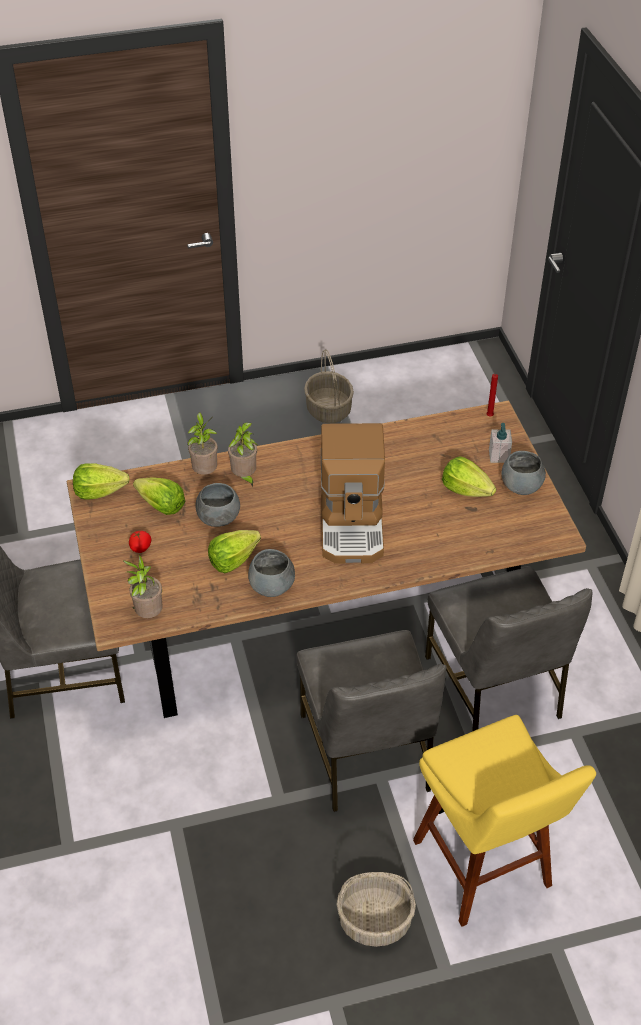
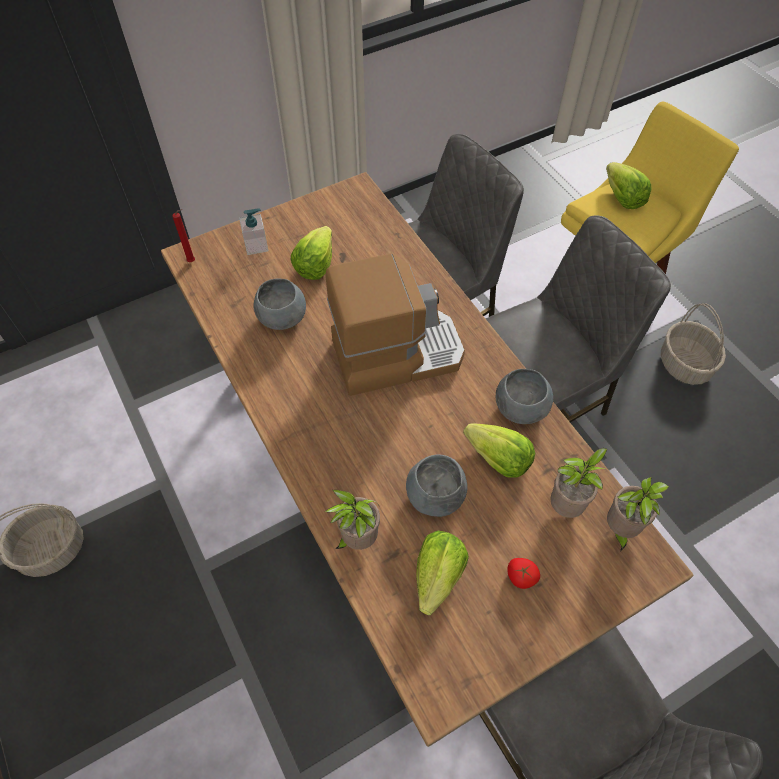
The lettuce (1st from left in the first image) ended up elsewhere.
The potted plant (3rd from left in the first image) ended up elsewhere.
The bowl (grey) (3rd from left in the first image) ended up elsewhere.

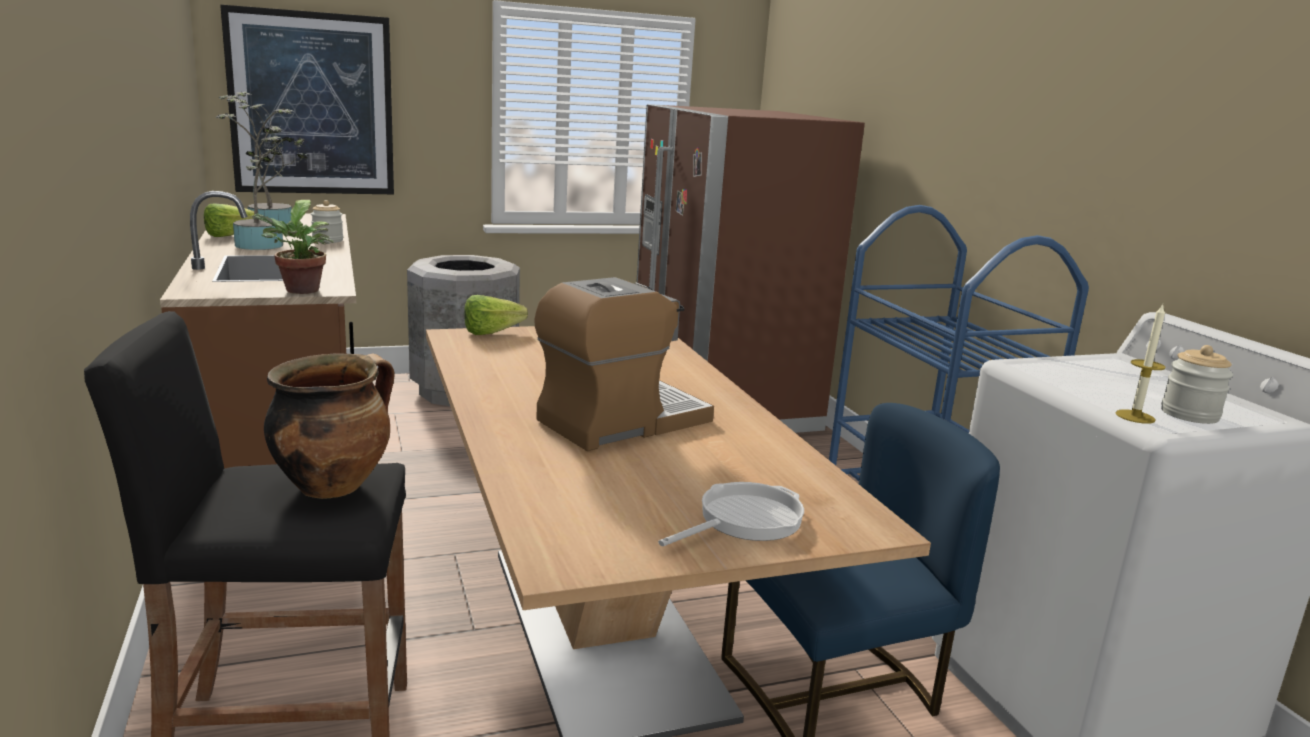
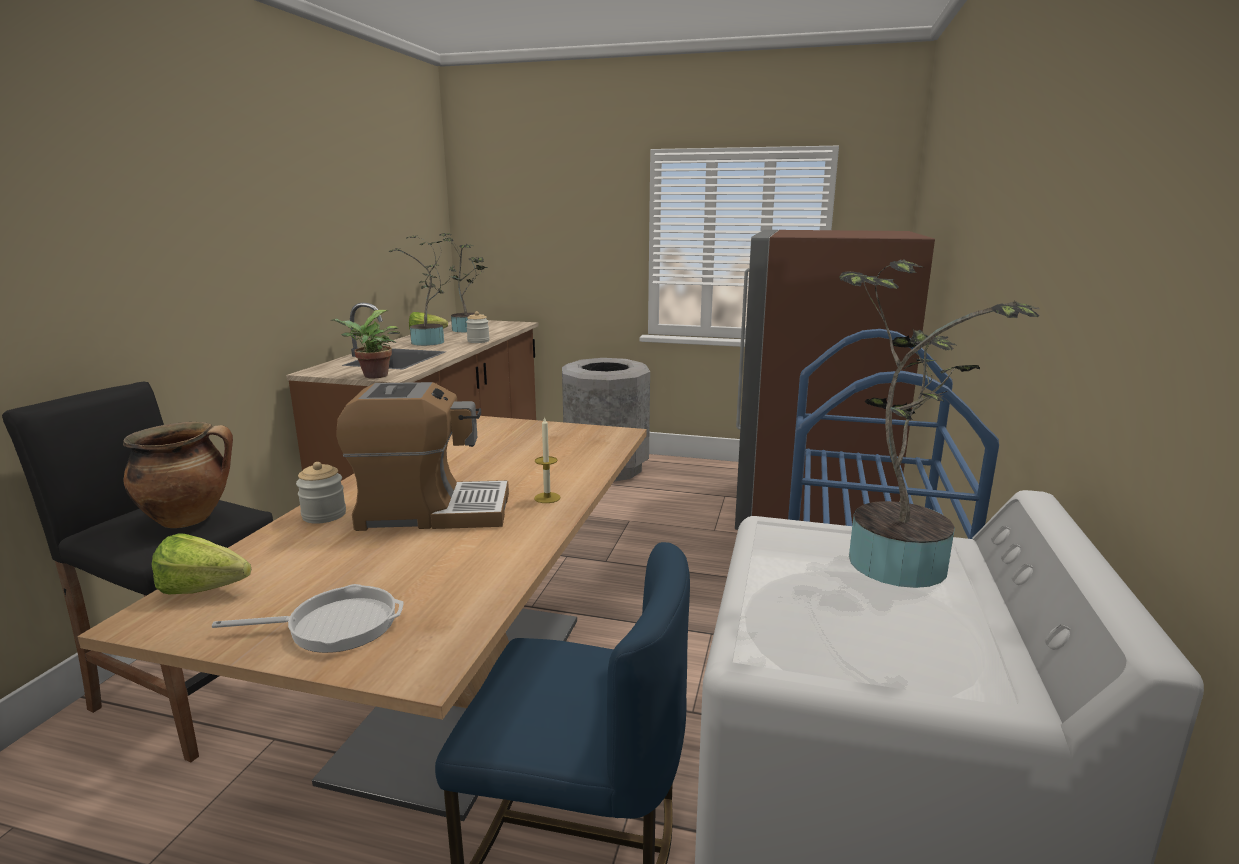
The second view lost the picture.
The second view gained the potted plant (4th from left).
The lettuce (2nd from left in the first image) ended up elsewhere.
The candle ended up elsewhere.
The jar (2nd from left in the first image) ended up elsewhere.

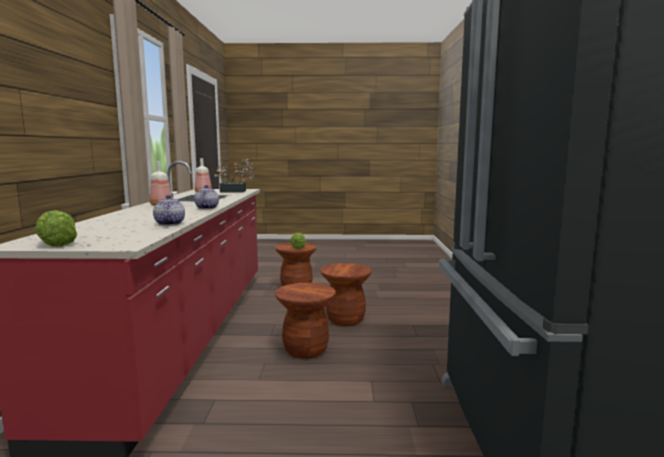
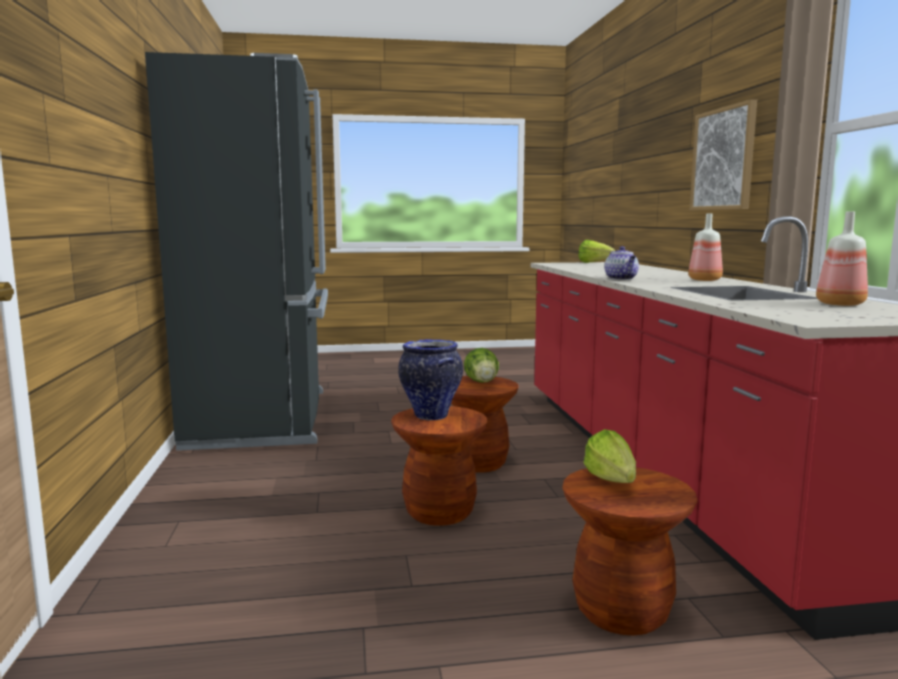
The second view lost the teapot (1st from left).
The second view lost the potted plant.
The second view gained the vase.
The second view gained the lettuce (1st from left).
The second view gained the picture.

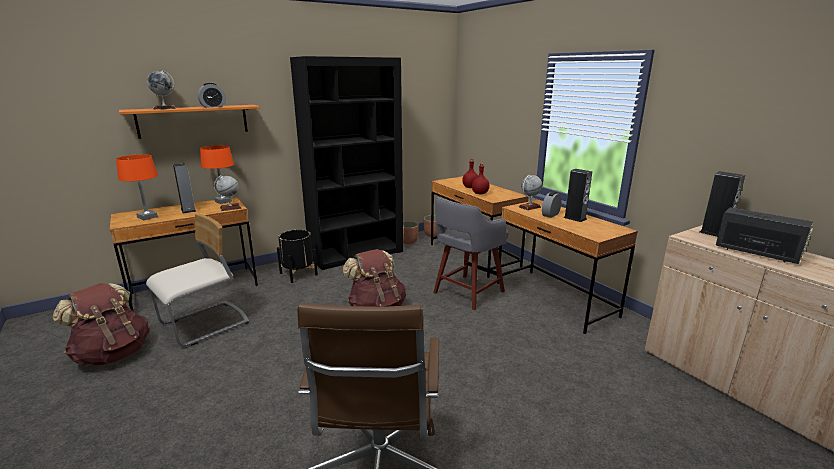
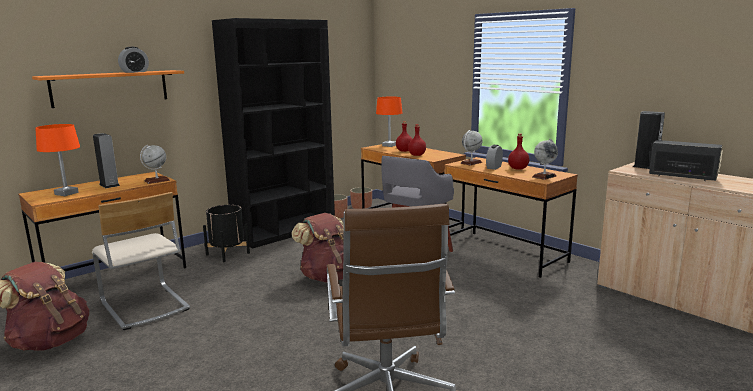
The globe (1st from left in the first image) ended up elsewhere.
The table lamp (orange) (2nd from left) ended up elsewhere.
Where the speaker (2nd from left) stood, the bottle (red) (3rd from left) came to stand.
The chair (beige) ended up facing another way, 105 degrees clockwise from before.

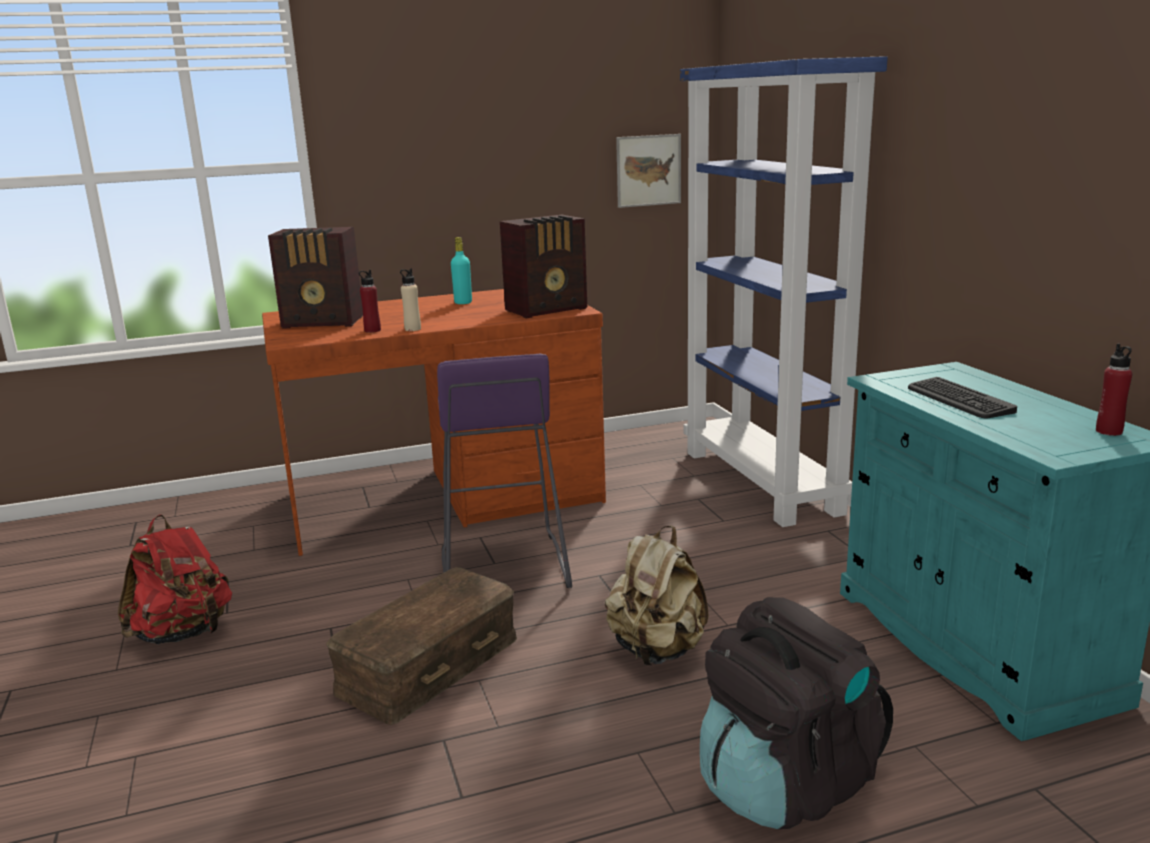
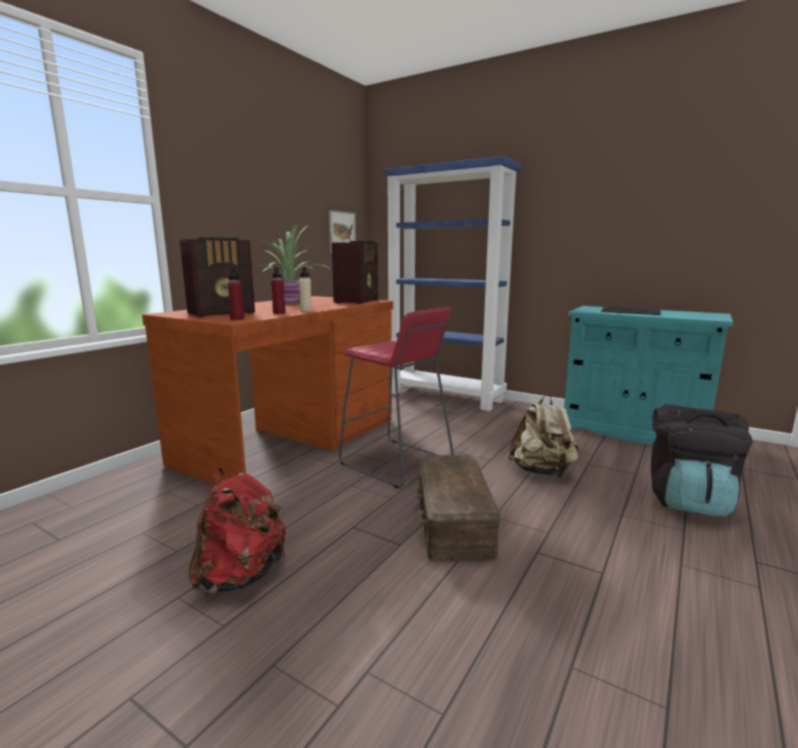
The bottle (red) (2nd from left in the first image) ended up elsewhere.
Where the bottle (turquoise) stood, the potted plant came to stand.
What was the stool (purple) turned into the stool (red).

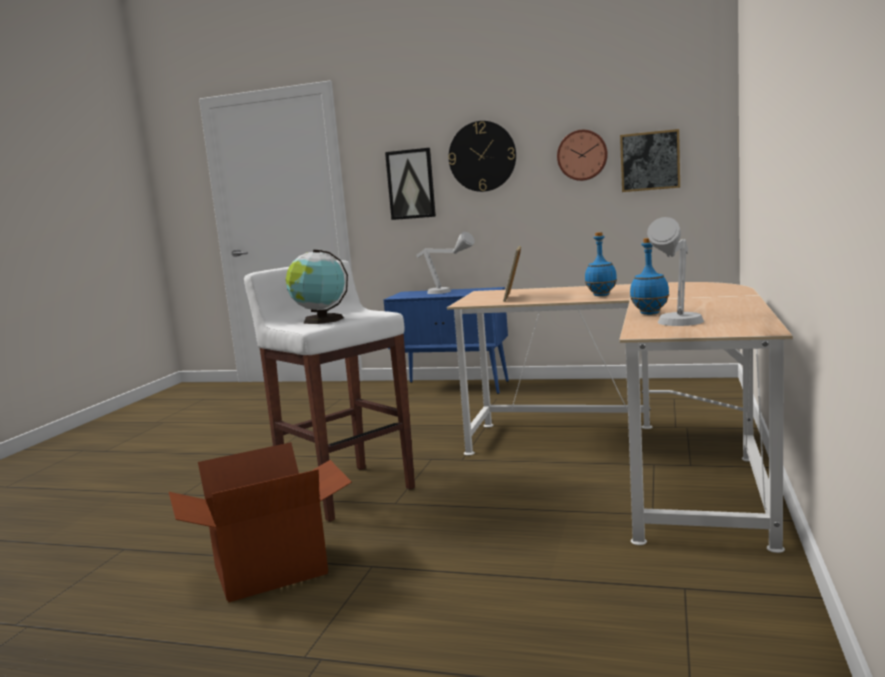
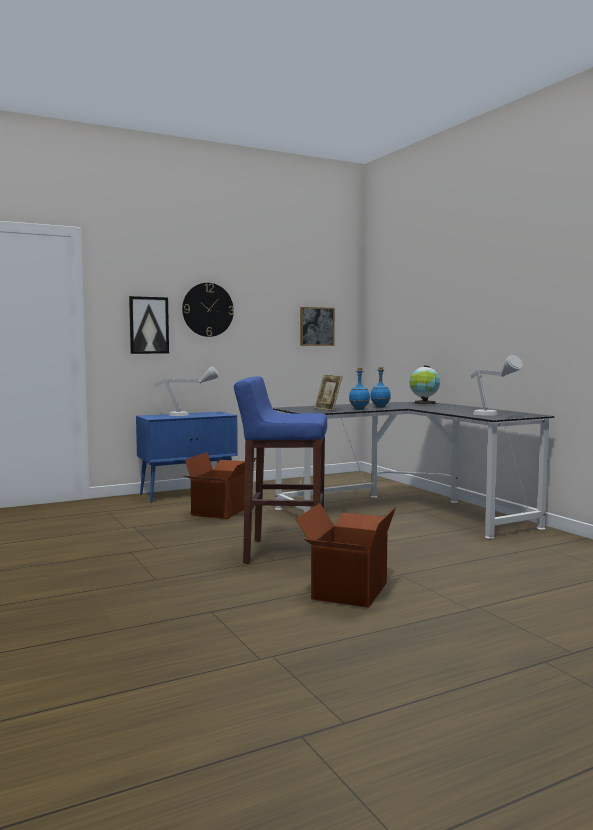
The second view lost the wall clock (2nd from left).
The second view gained the cardboard box (1st from left).
The globe ended up elsewhere.
The bottle (blue) (2nd from left in the first image) ended up elsewhere.
What was the stool (white) turned into the stool (blue).
What was the desk (beige) turned into the desk (black).

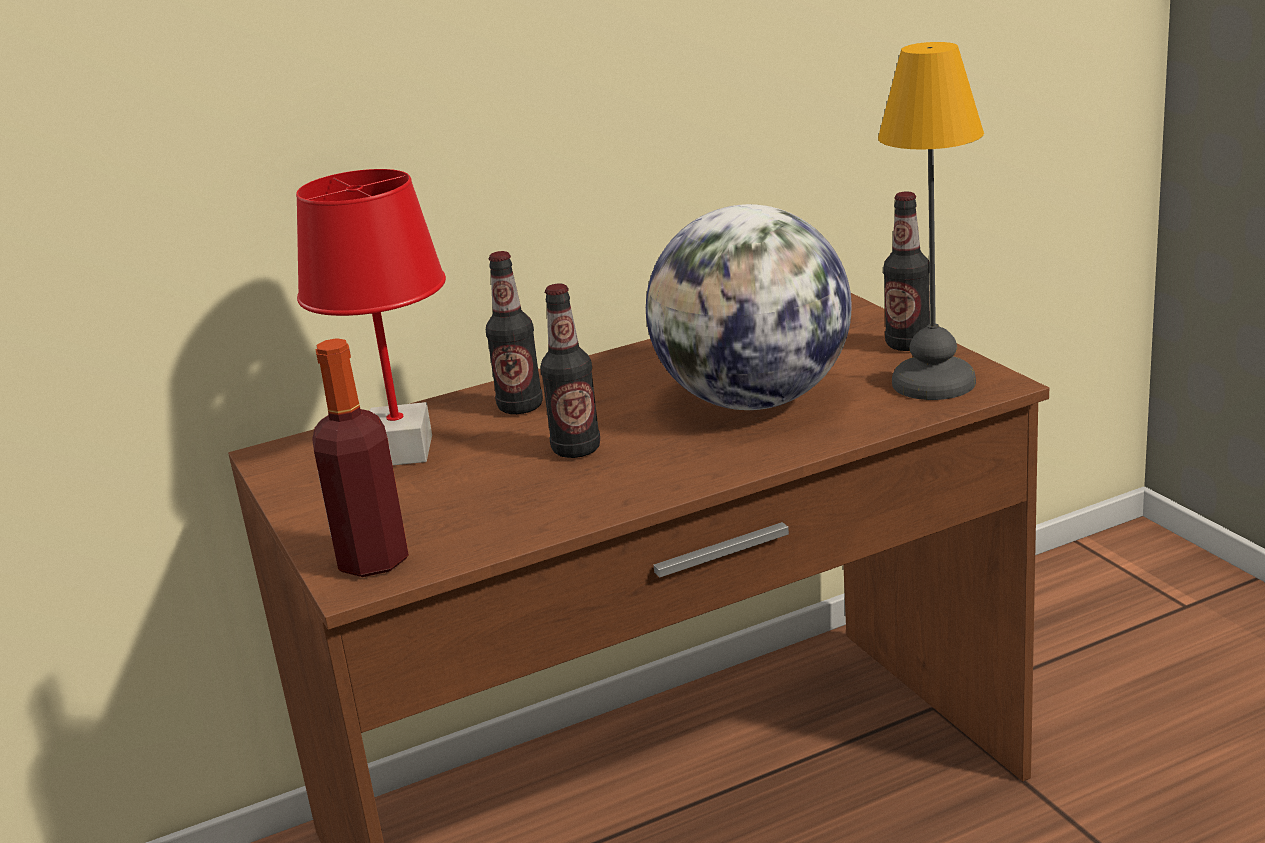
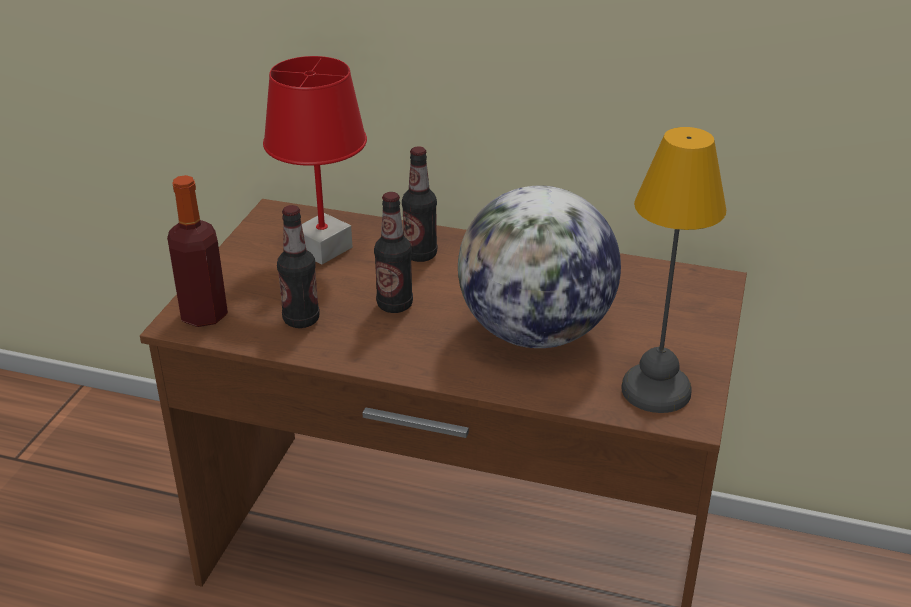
The bottle (4th from left in the first image) ended up elsewhere.

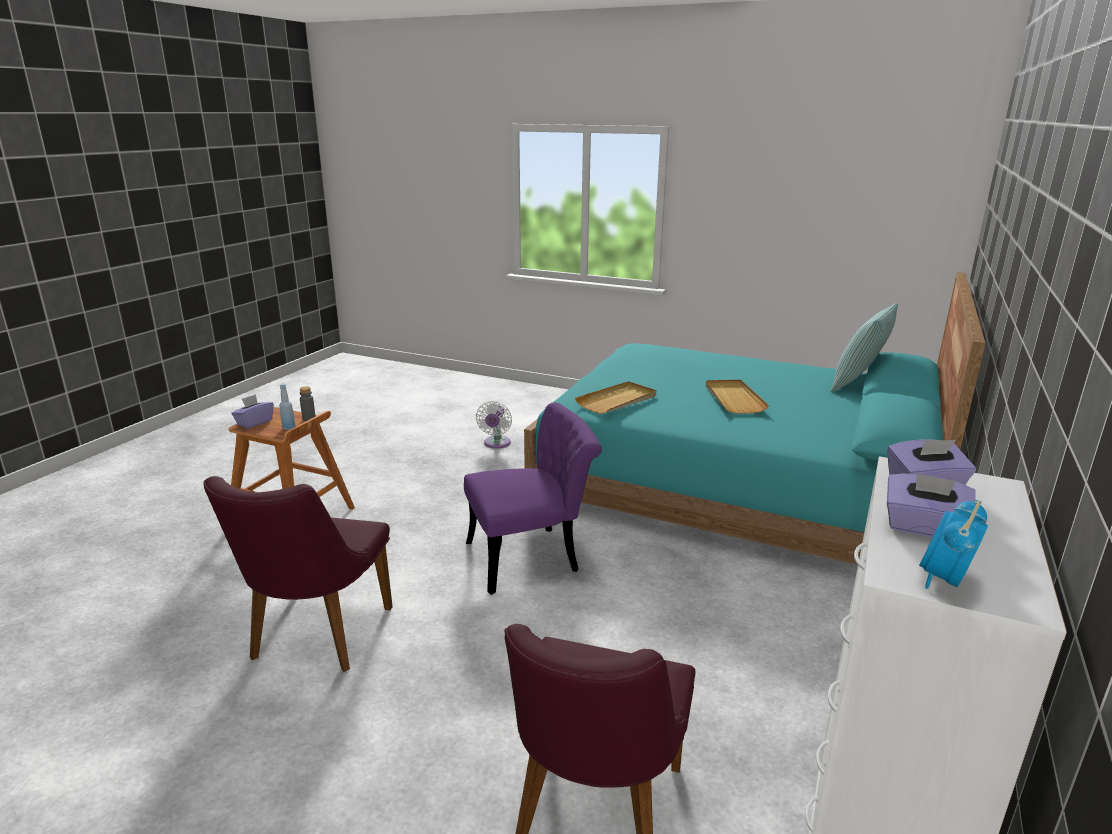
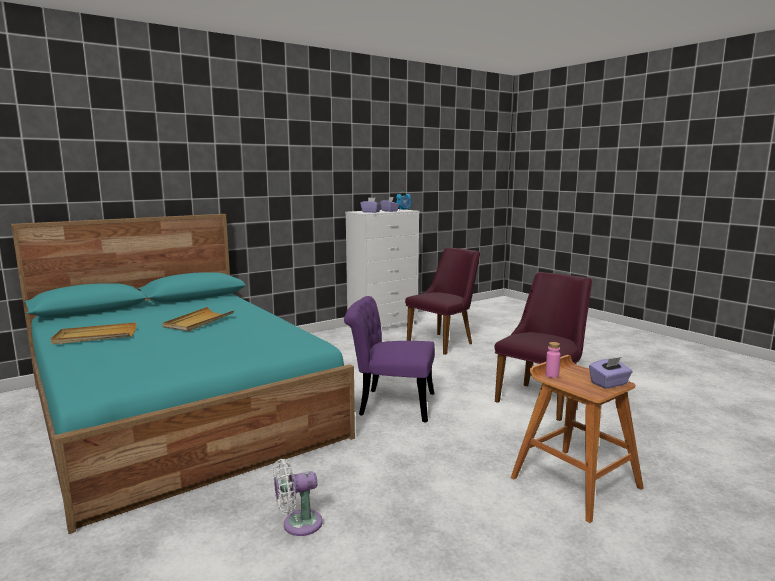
The second view lost the bottle (blue).
The second view lost the pillow.
The tray (beige) (1st from left) ended up elsewhere.
What was the bottle (grey) turned into the bottle (pink).
The fan (white) ended up facing another way, 150 degrees counterclockwise from before.

